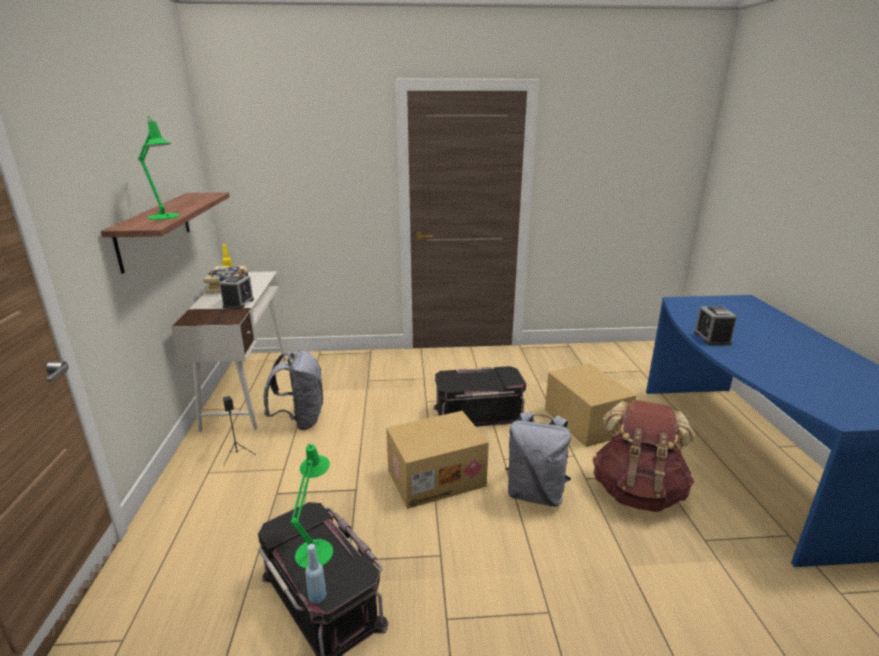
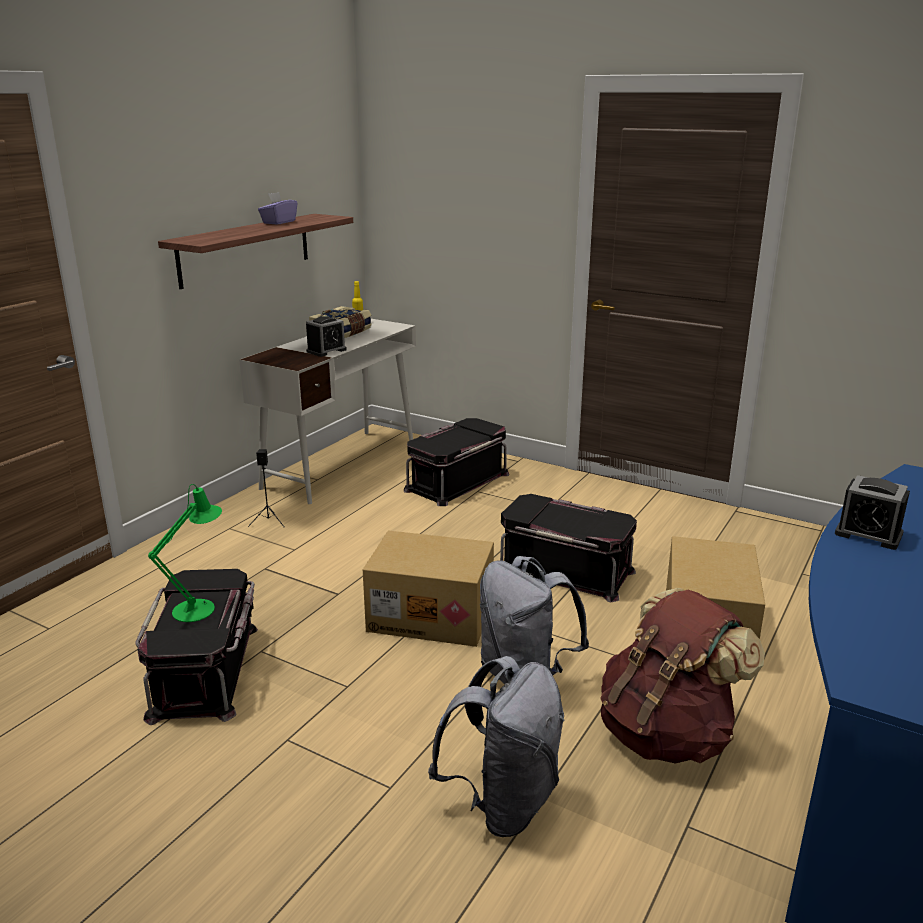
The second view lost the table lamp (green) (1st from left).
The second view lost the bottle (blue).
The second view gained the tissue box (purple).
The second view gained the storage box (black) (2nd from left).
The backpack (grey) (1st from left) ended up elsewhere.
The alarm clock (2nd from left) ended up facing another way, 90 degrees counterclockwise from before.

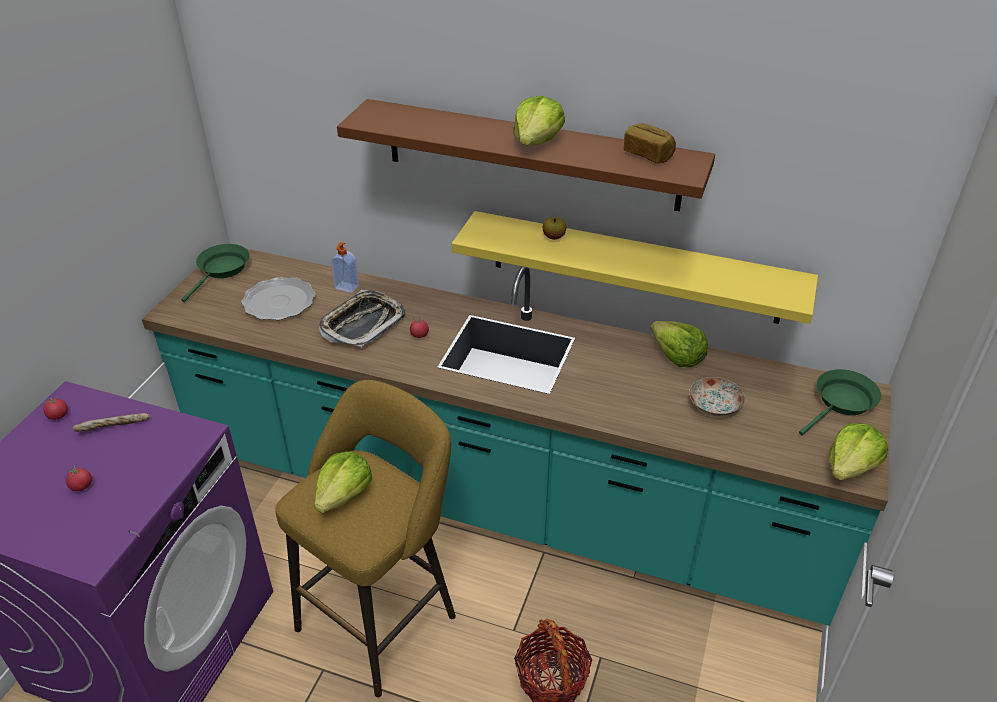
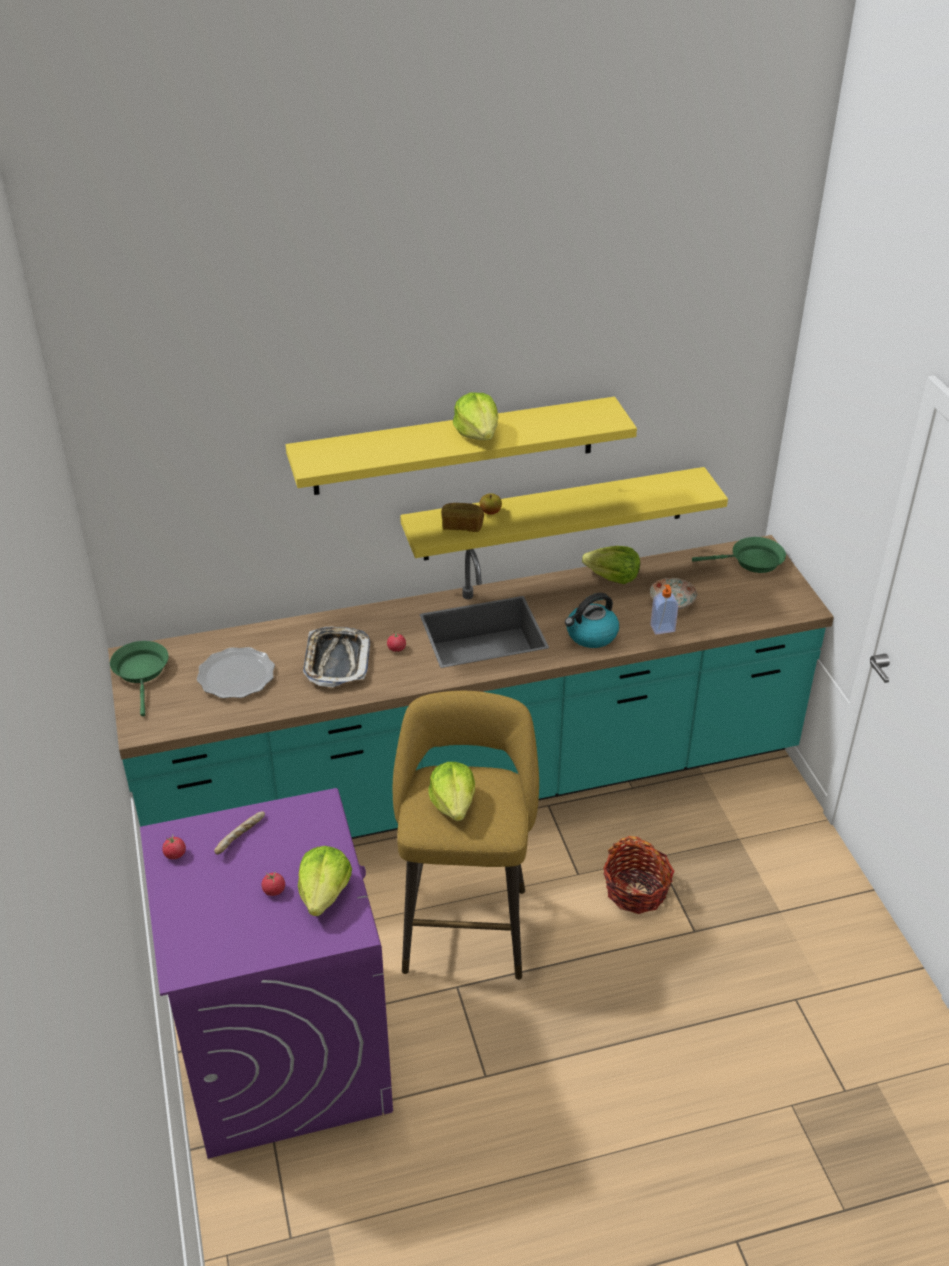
The second view gained the kettle.
The soap dispenser ended up elsewhere.
The bread (2nd from left) ended up elsewhere.
The lettuce (4th from left in the first image) ended up elsewhere.
What was the shelf (brown) turned into the shelf (yellow) (1st from left).
The frying pan (green) (2nd from left) ended up facing another way, 75 degrees clockwise from before.

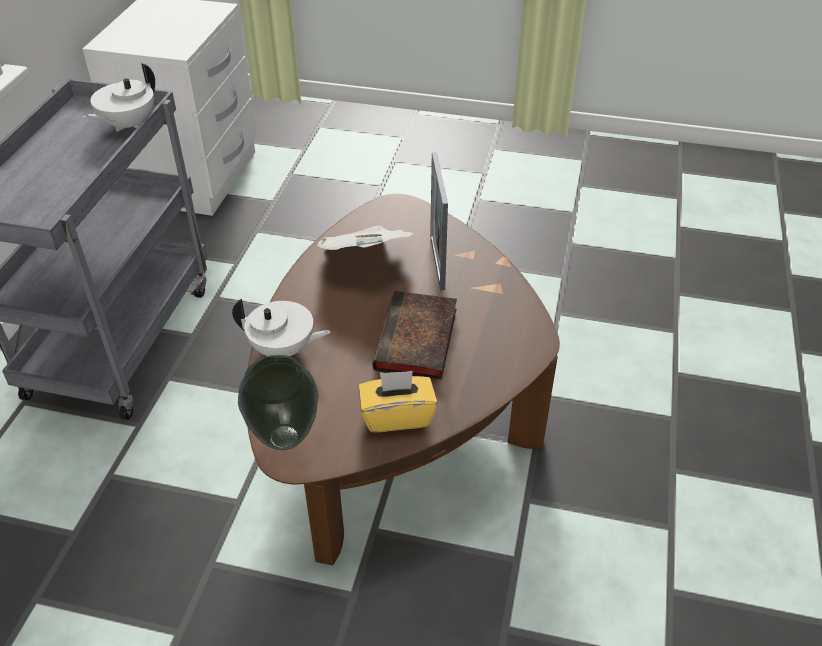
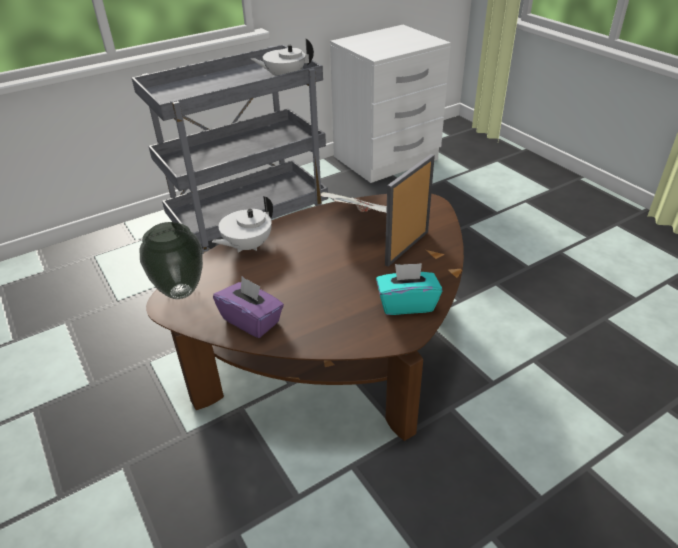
The second view lost the book.
The second view gained the tissue box (turquoise).
What was the tissue box (yellow) turned into the tissue box (purple).
The teapot (white) (2nd from left in the first image) ended up facing another way, 75 degrees clockwise from before.

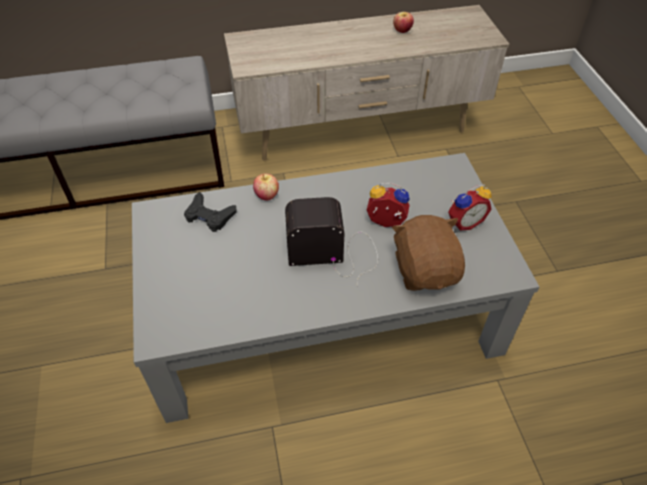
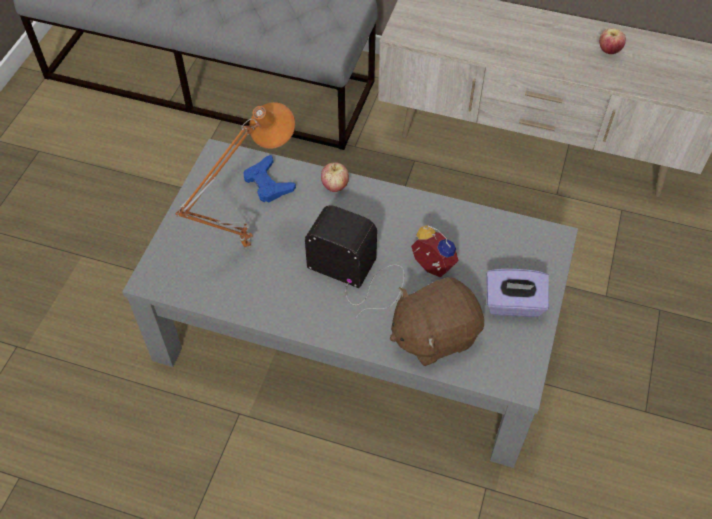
The second view gained the table lamp (orange).
Where the alarm clock (2nd from left) stood, the tissue box (purple) came to stand.
What was the game controller (black) turned into the game controller (blue).
The plush toy (brown) ended up facing another way, 135 degrees counterclockwise from before.

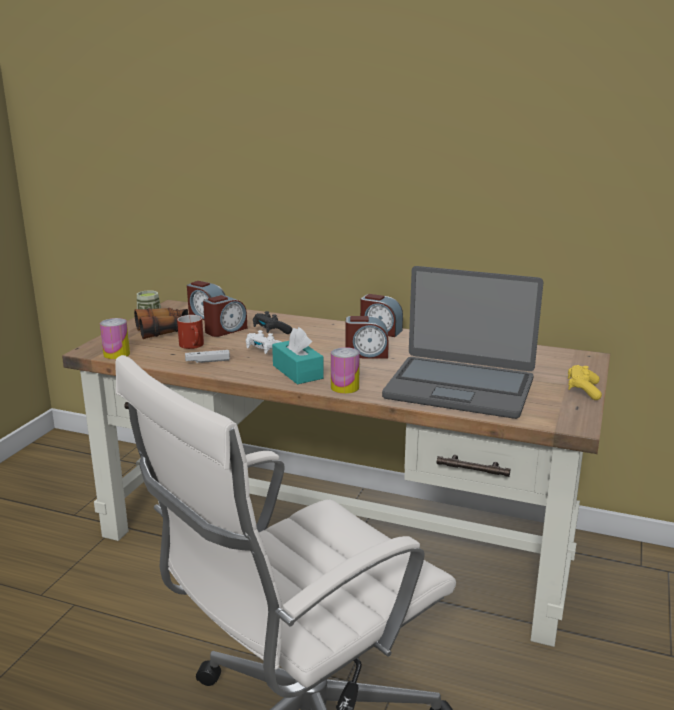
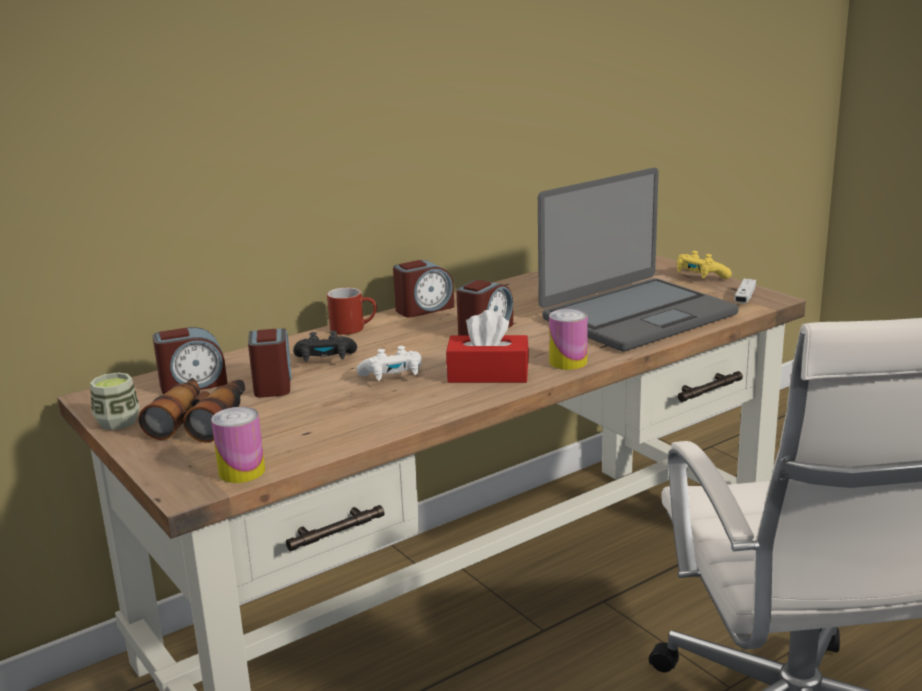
The mug (red) ended up elsewhere.
The game controller (white) (1st from left in the first image) ended up elsewhere.
What was the tissue box (turquoise) turned into the tissue box (red).

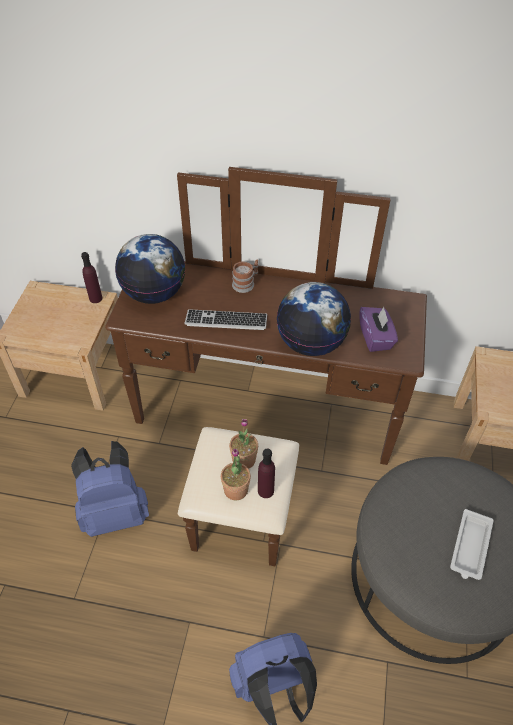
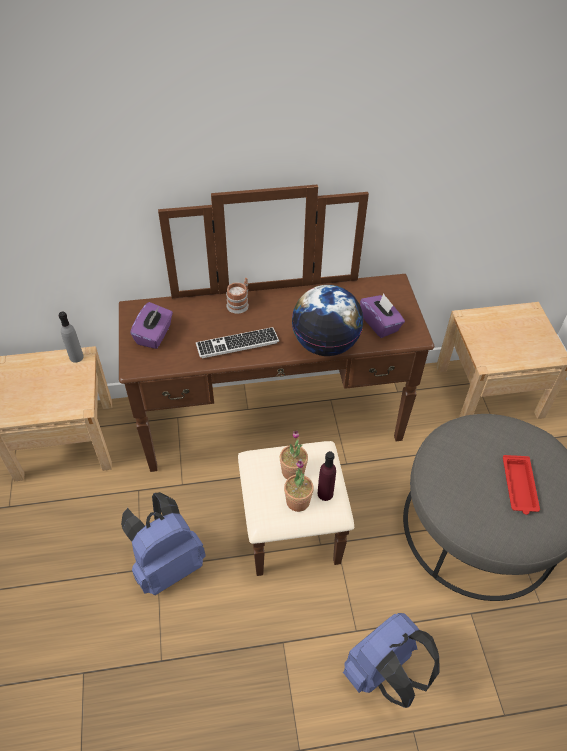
Where the globe (1st from left) stood, the tissue box (purple) (1st from left) came to stand.
What was the bottle (purple) (1st from left) turned into the bottle (grey).
What was the tray (white) turned into the tray (red).

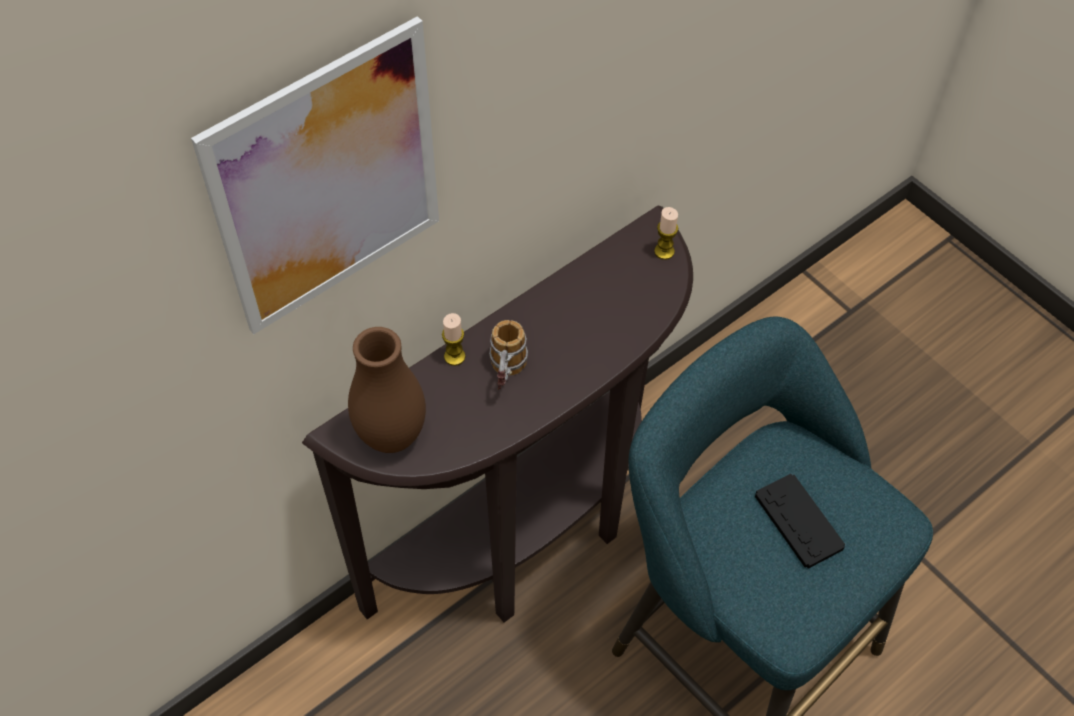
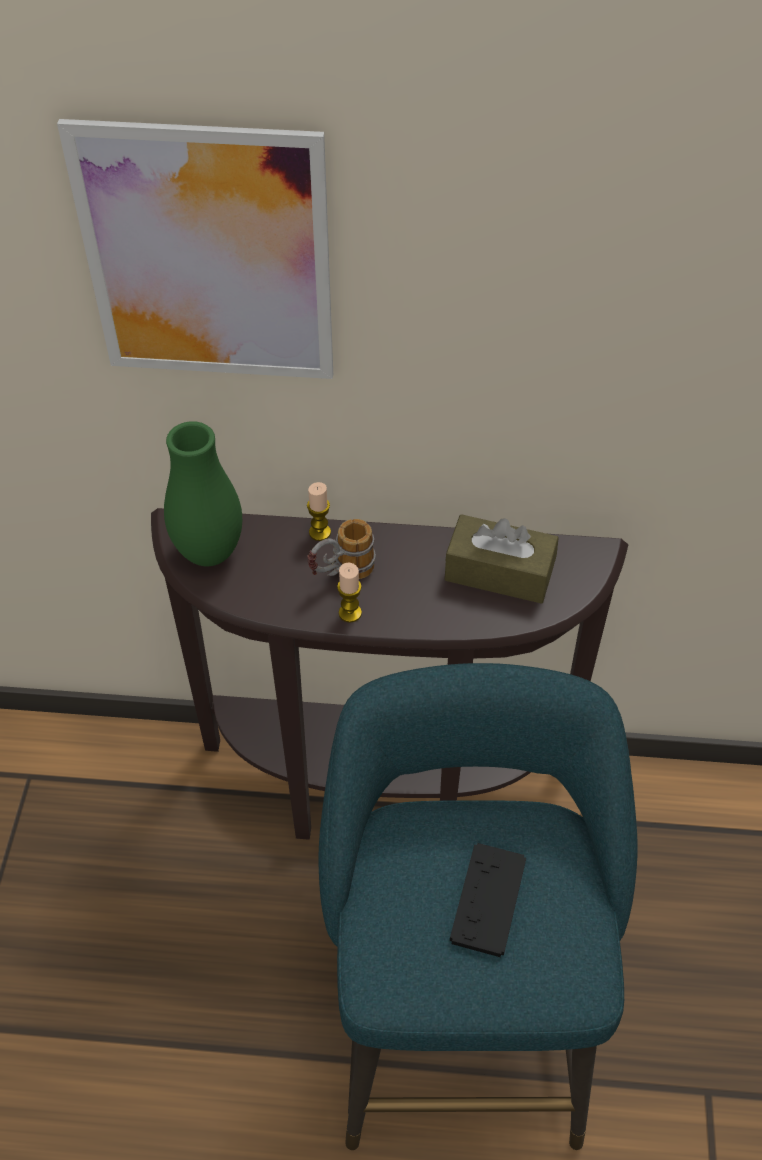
The second view gained the tissue box (brown).
The candle (2nd from left) ended up elsewhere.
What was the vase (brown) turned into the vase (green).

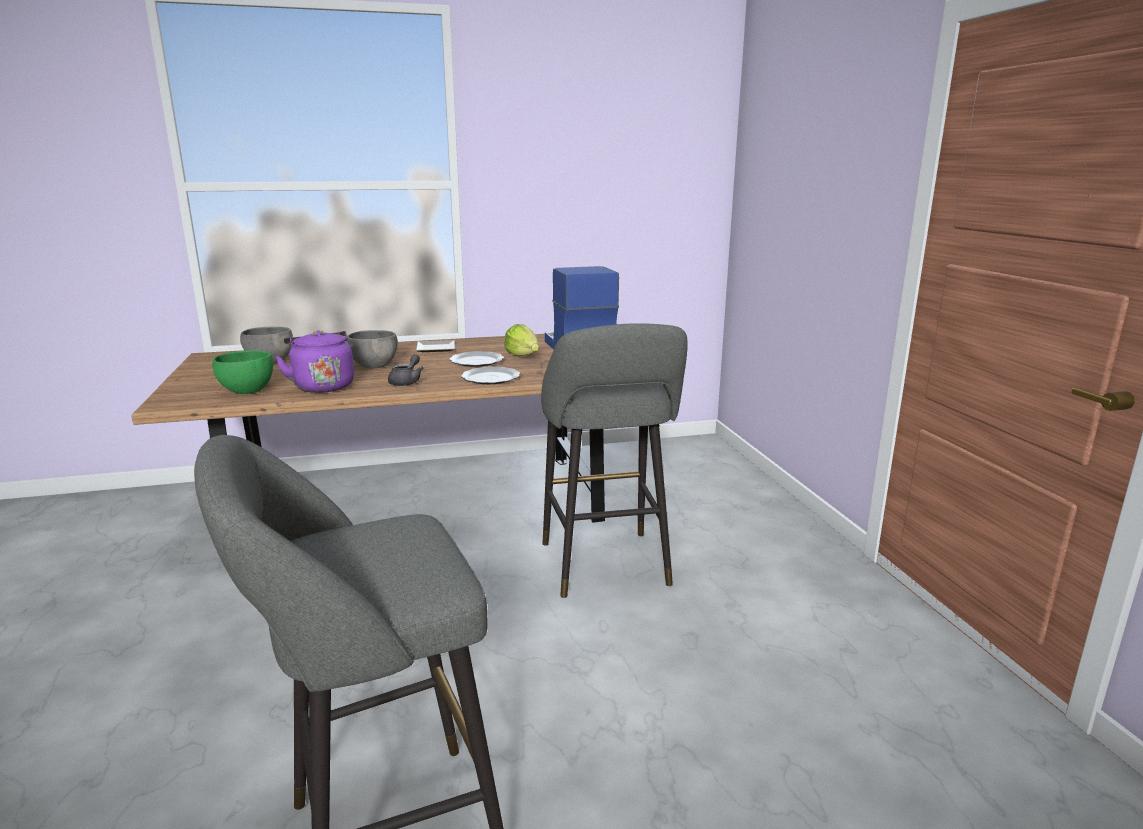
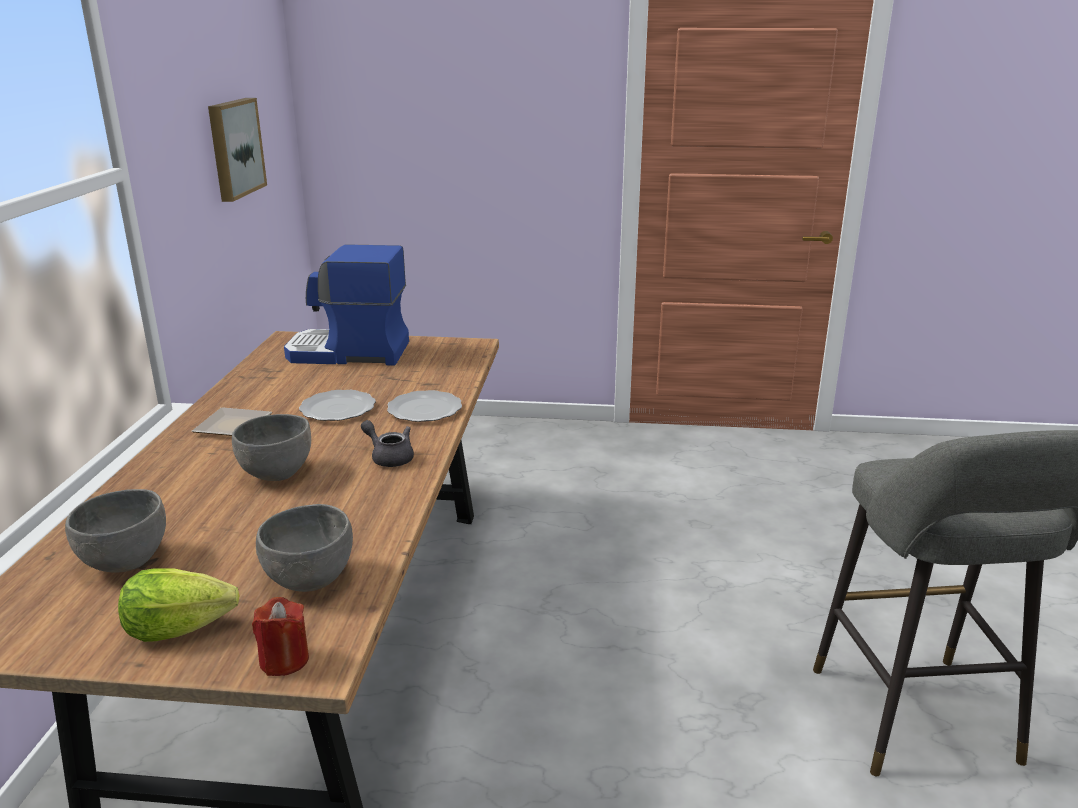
The second view lost the kettle (purple).
The second view lost the stool (grey) (2nd from left).
The second view gained the picture.
The second view gained the candle (red).
The lettuce ended up elsewhere.
What was the bowl (green) turned into the bowl (grey) (3rd from left).

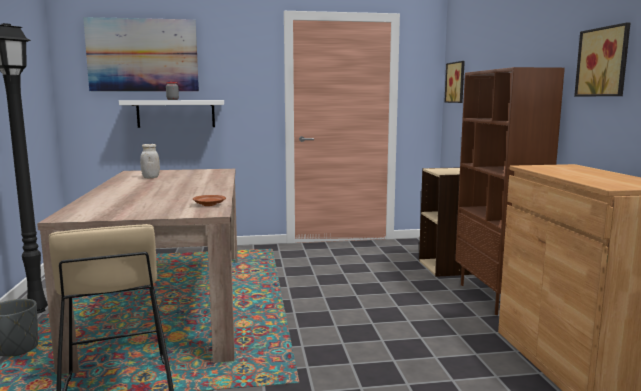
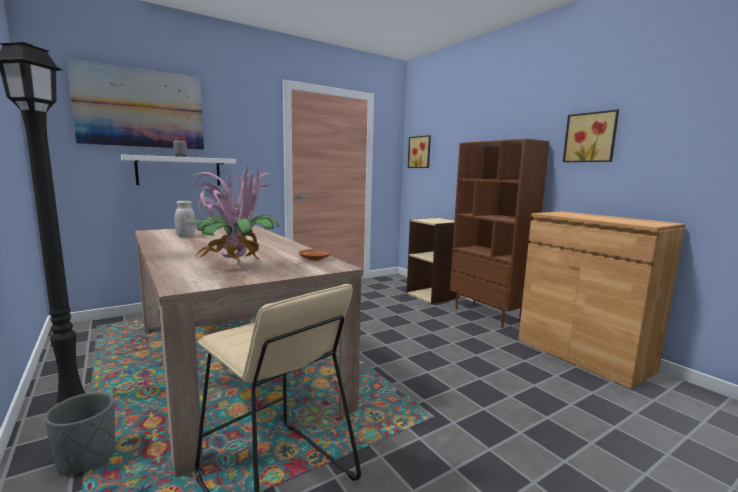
The second view gained the potted plant.

